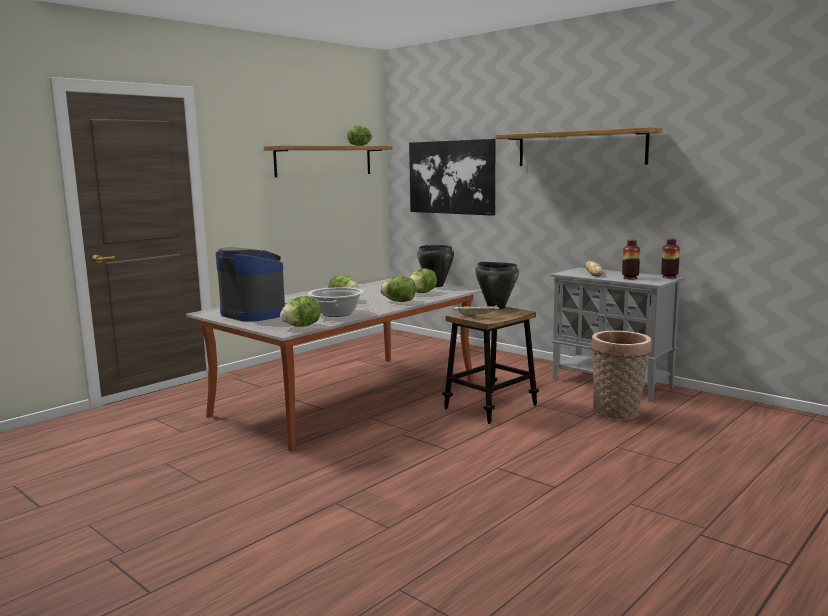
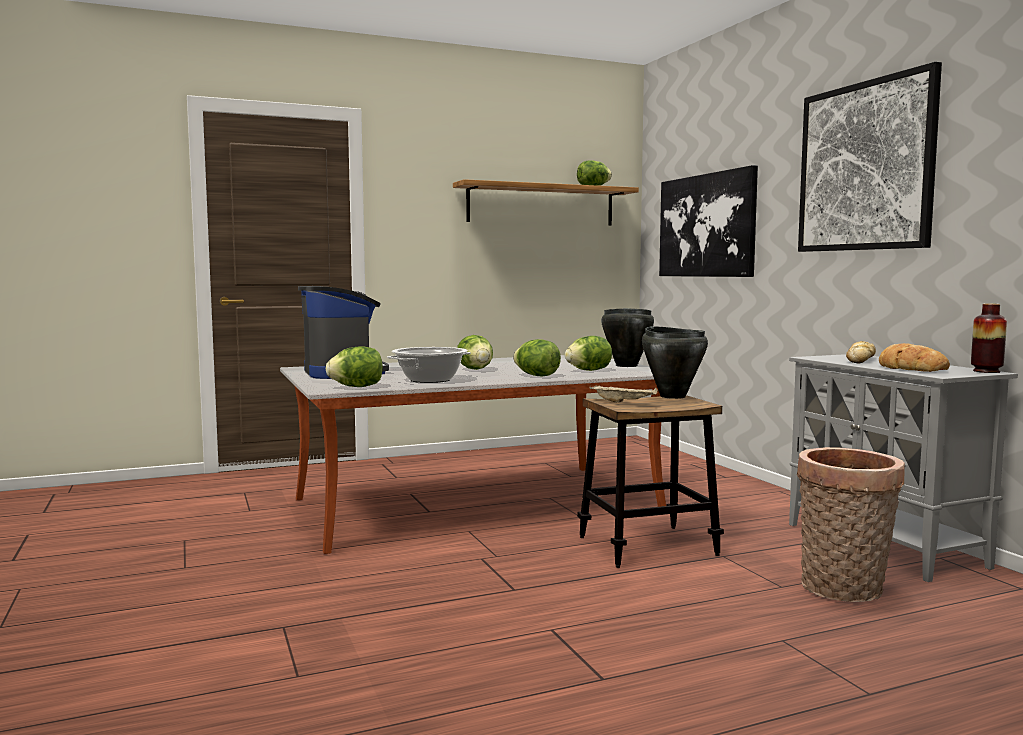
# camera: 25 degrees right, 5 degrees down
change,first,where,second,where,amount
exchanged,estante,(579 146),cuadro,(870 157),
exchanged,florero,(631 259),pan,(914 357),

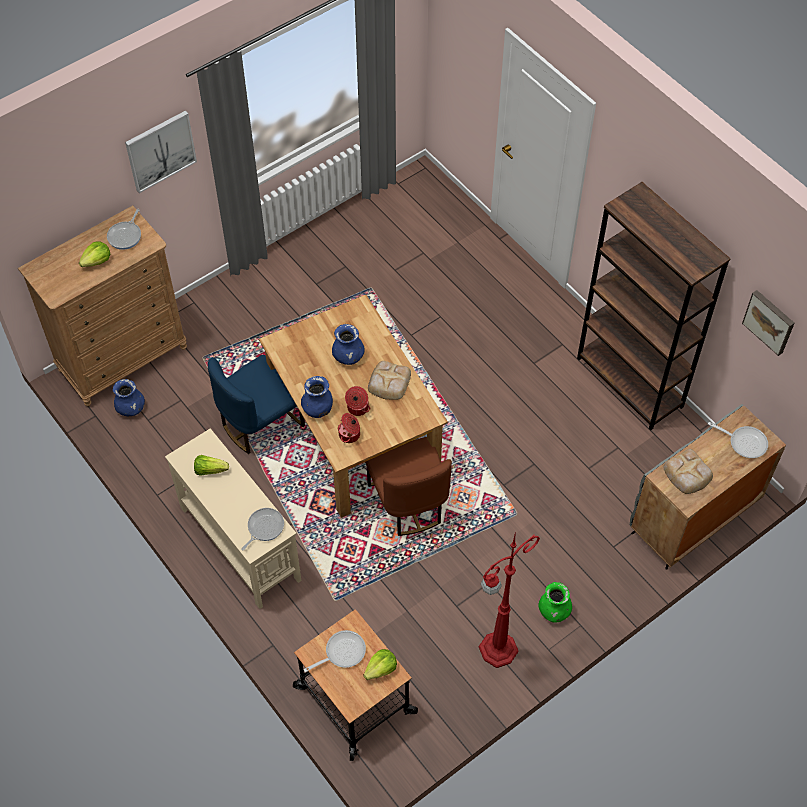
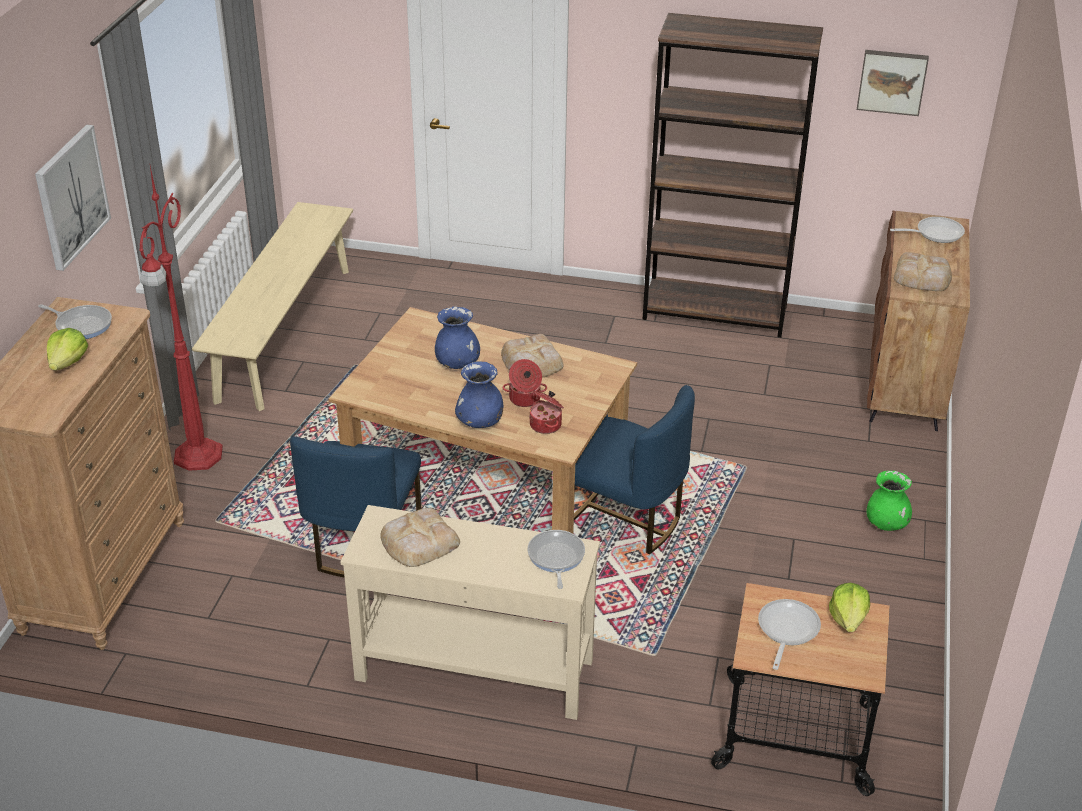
# camera: 40 degrees left, 20 degrees down
change,first,where,second,where,amount
spun,sartén,(124 229),,(75 321),45 degrees counterclockwise
missing,florero [azul],(129 397),,,
colour,armario [gris],(708 487),armario [marrón],(918 320),
colour,silla [marrón],(408 486),silla [azul],(634 469),
exchanged,lechuga,(211 465),pan,(420 537),
relocated,lámpara de pie [rojo],(509 599),,(181 318),
appeared,,,banco [beis],(272 306),

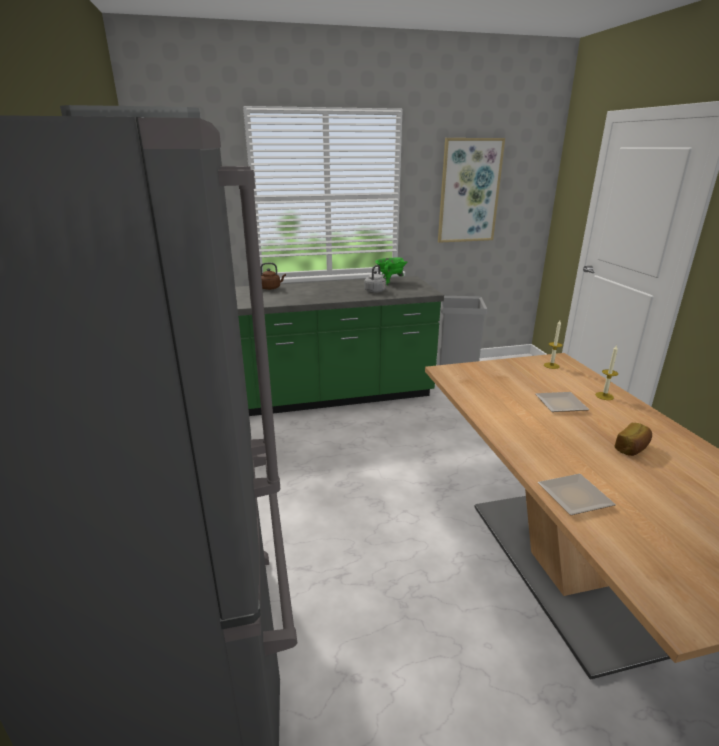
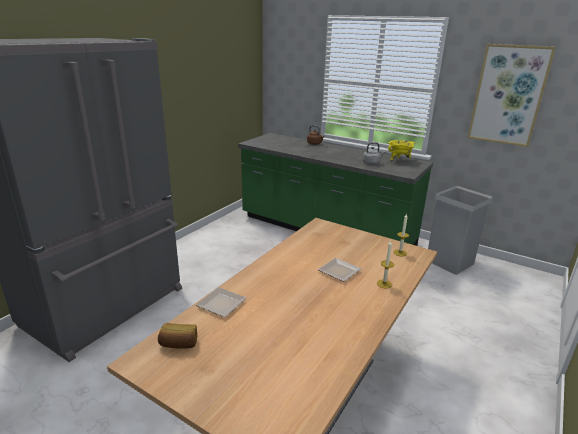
# camera: 45 degrees right, 0 degrees up
change,first,where,second,where,amount
colour,olla [verde],(391 272),olla [amarillo],(401 151),
relocated,pan,(633 439),,(177 336),

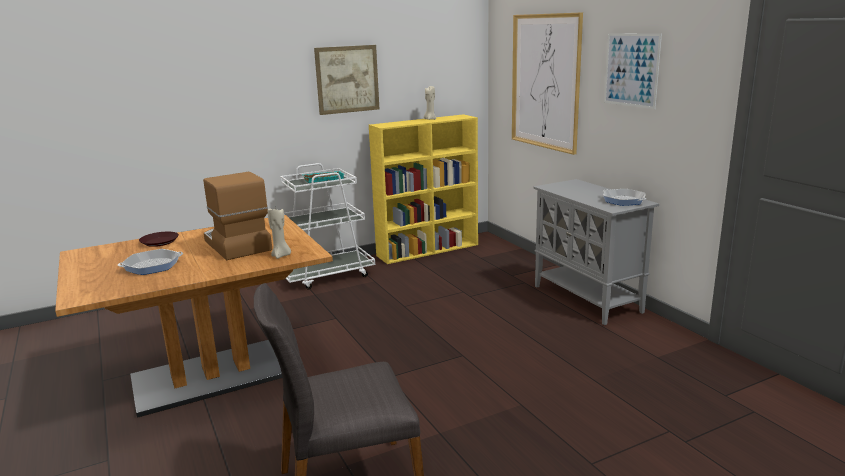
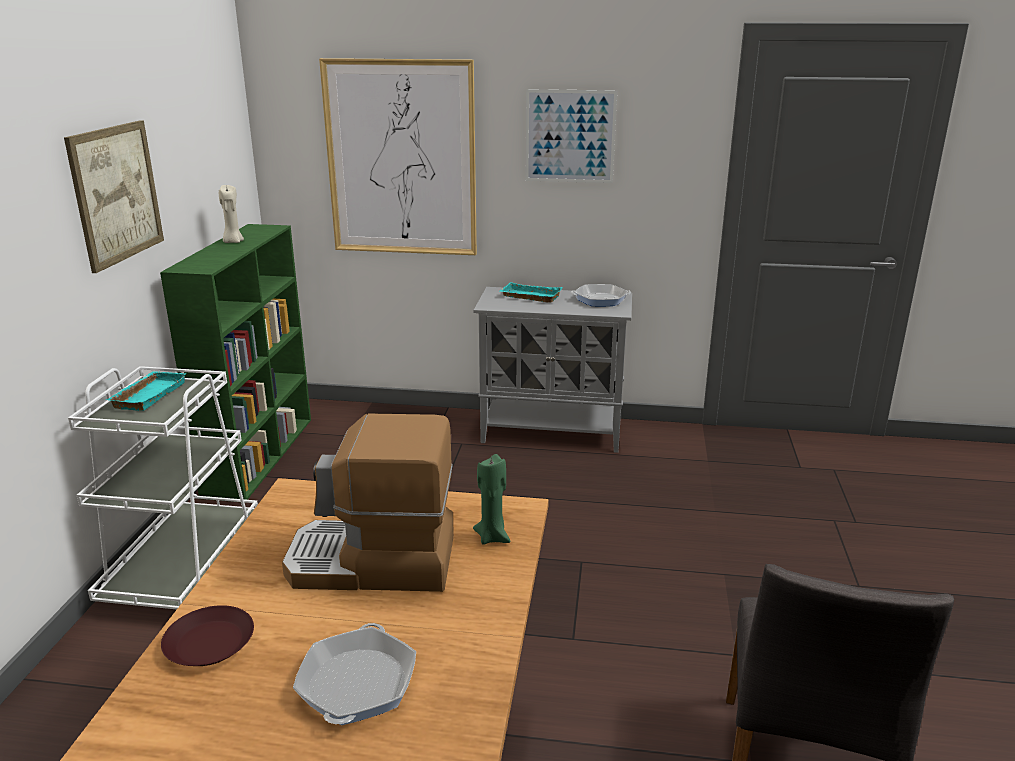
# camera: 55 degrees left, 5 degrees up
change,first,where,second,where,amount
colour,estantería [amarillo],(423 189),estantería [verde],(235 363),
colour,vela [beis],(279 233),vela [verde],(491 499),
appeared,,,bandeja [turquesa],(531 292),

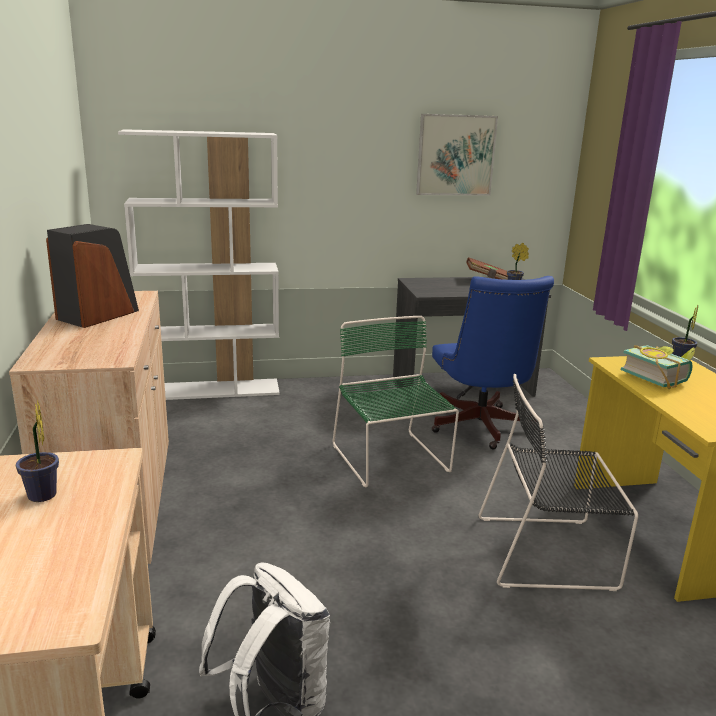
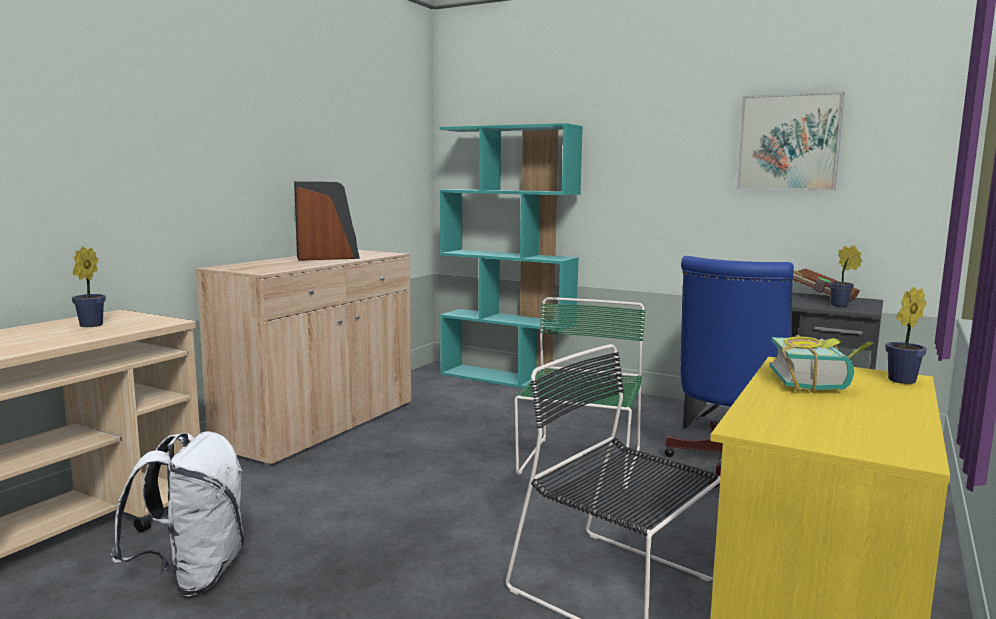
# camera: 40 degrees right, 10 degrees down
change,first,where,second,where,amount
colour,estantería [blanco],(199 264),estantería [turquesa],(511 255),

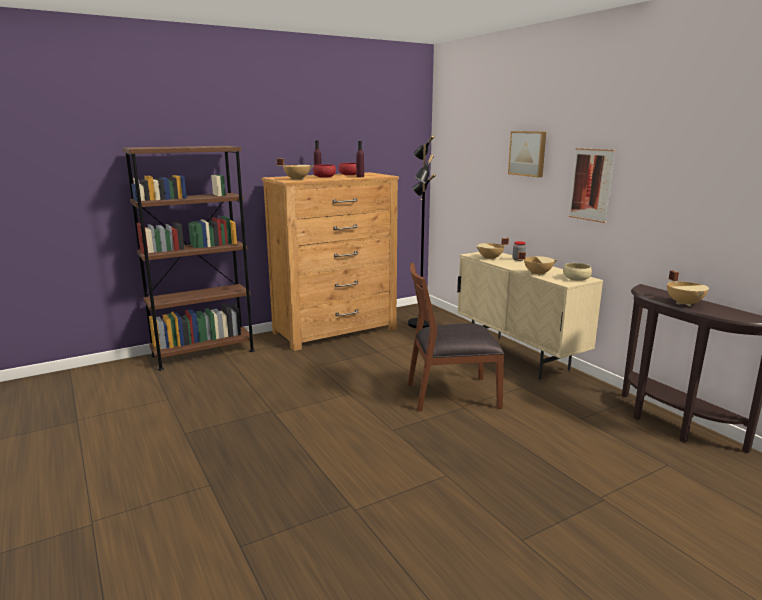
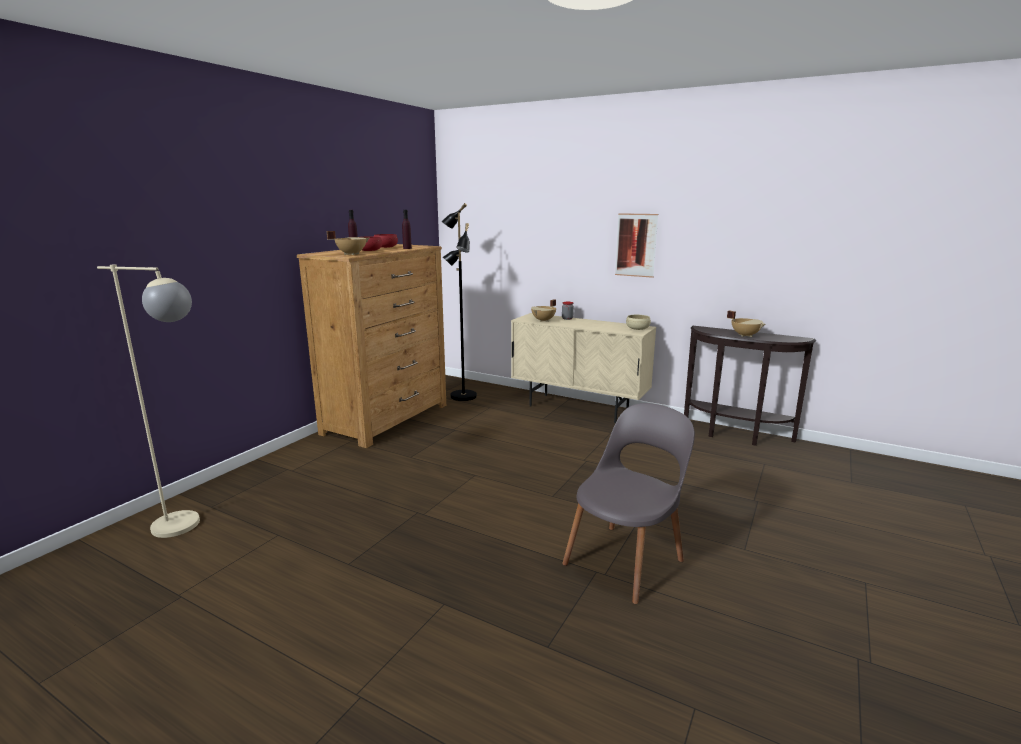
# camera: 30 degrees left, 0 degrees up
change,first,where,second,where,amount
missing,cuadro,(527 154),,,
missing,estantería [marrón],(189 258),,,
missing,olla [beis],(537 264),,,
missing,silla [marrón],(456 337),,,
appeared,,,lámpara de pie [beis],(148 401),
appeared,,,silla [gris],(628 503),

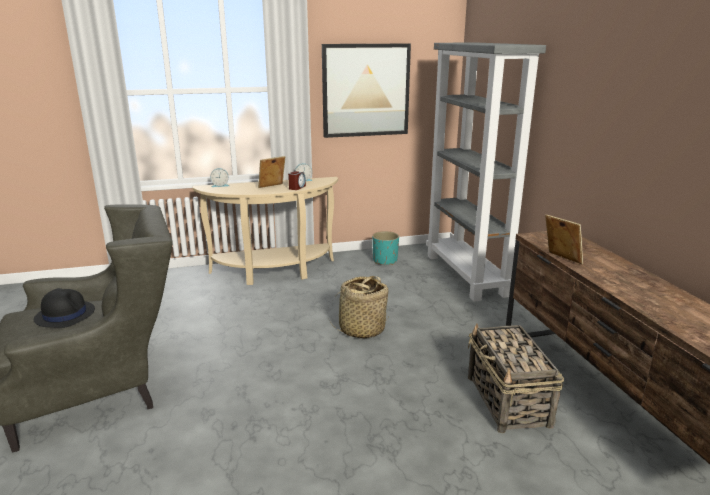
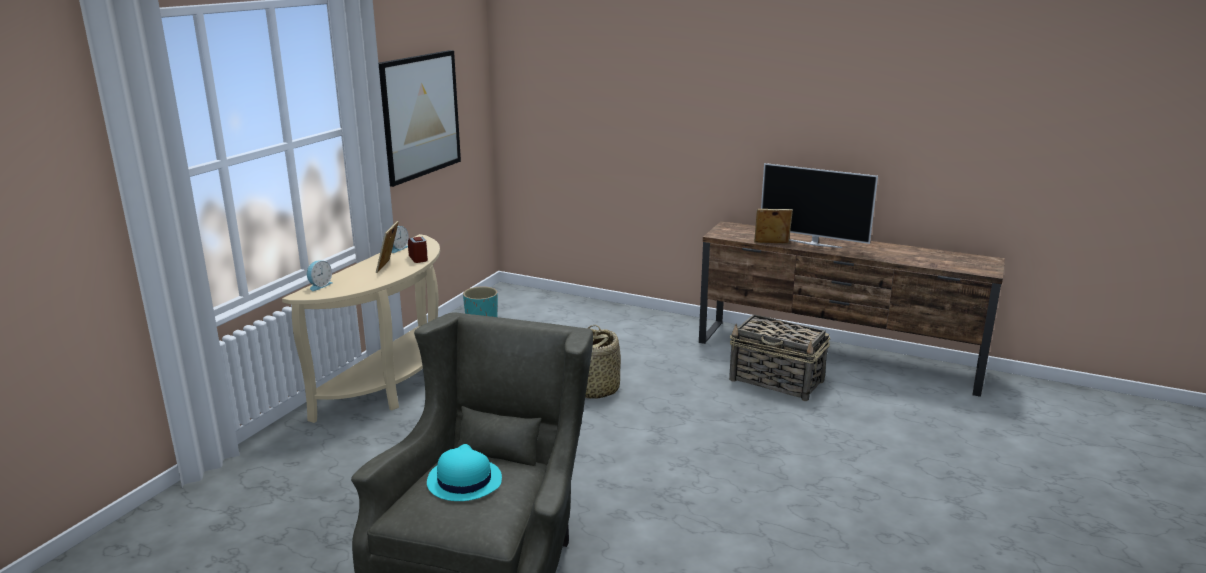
# camera: 50 degrees left, 0 degrees up
change,first,where,second,where,amount
missing,estantería [gris],(486 172),,,
colour,sombrero [negro],(64 308),sombrero [turquesa],(464 472),
appeared,,,televisor,(819 205),

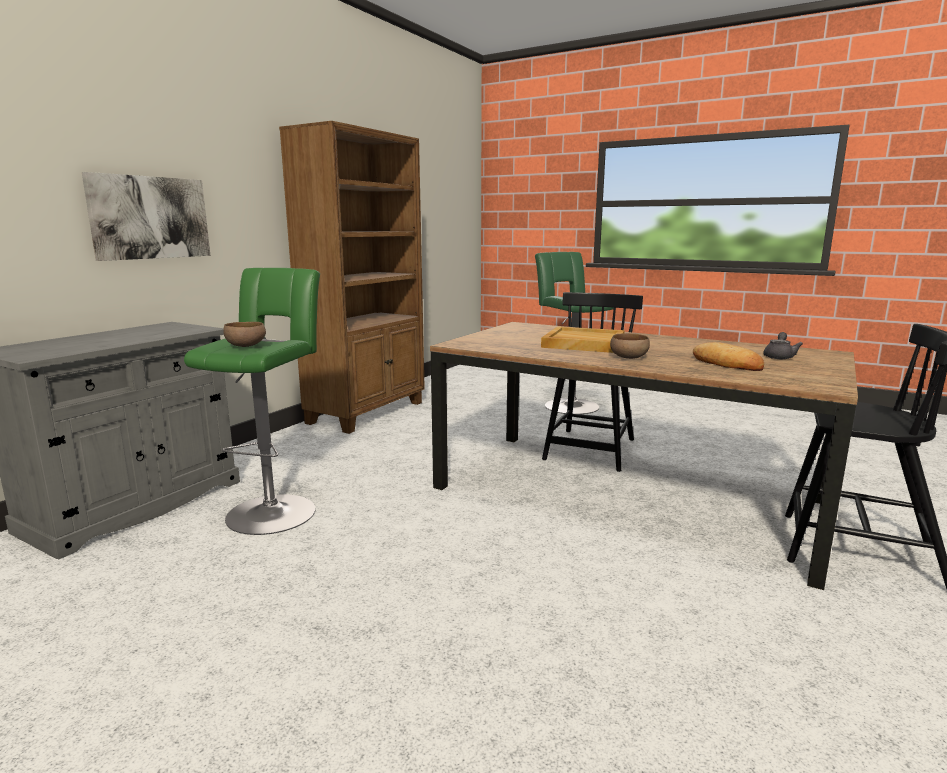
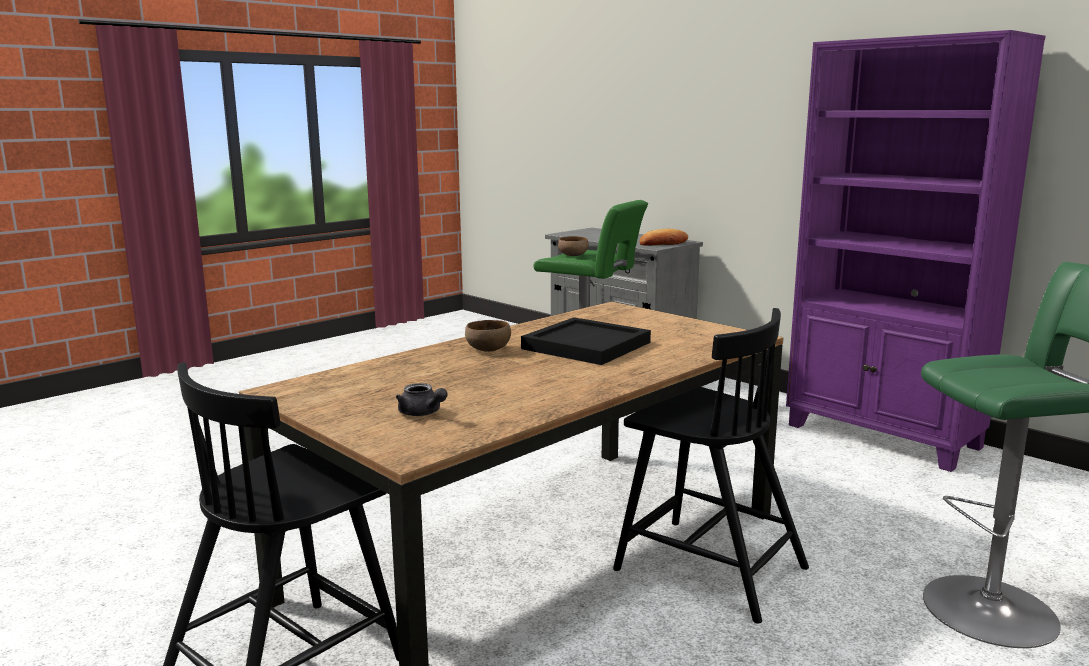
# camera: 105 degrees right, 0 degrees up
change,first,where,second,where,amount
colour,estantería [marrón],(352 277),estantería [morado],(916 251),
missing,cuadro,(146 216),,,
colour,bandeja [beis],(583 339),bandeja [negro],(586 341),
relocated,pan,(728 356),,(664 237),

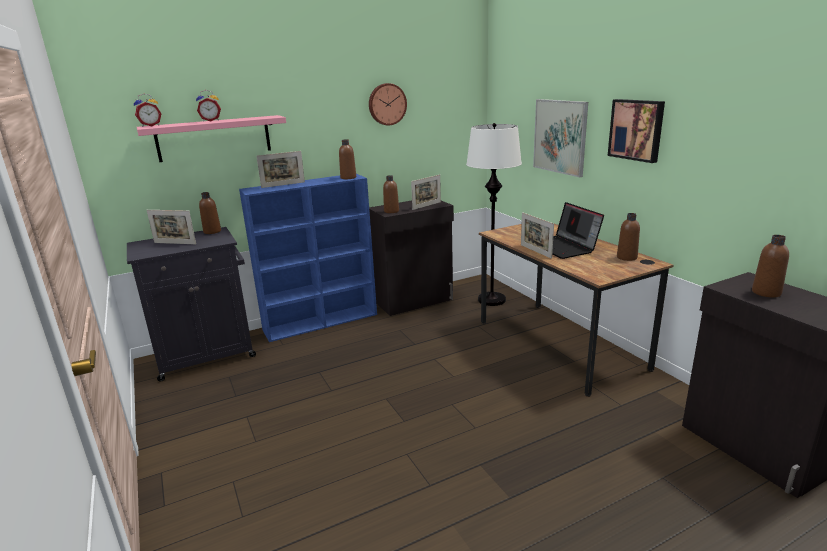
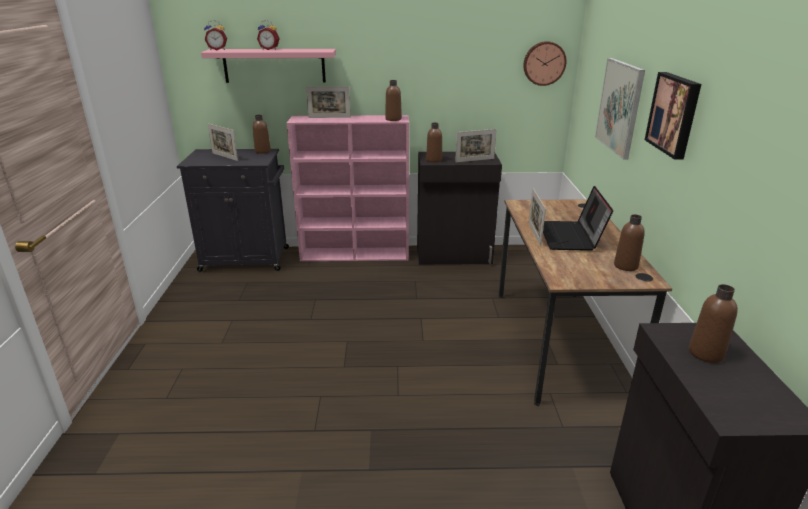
# camera: 25 degrees right, 5 degrees up
change,first,where,second,where,amount
relocated,reloj de pared,(388 104),,(545 63),
missing,lámpara de pie [blanco],(494 214),,,
colour,estantería [azul],(308 258),estantería [rosa],(348 188),

